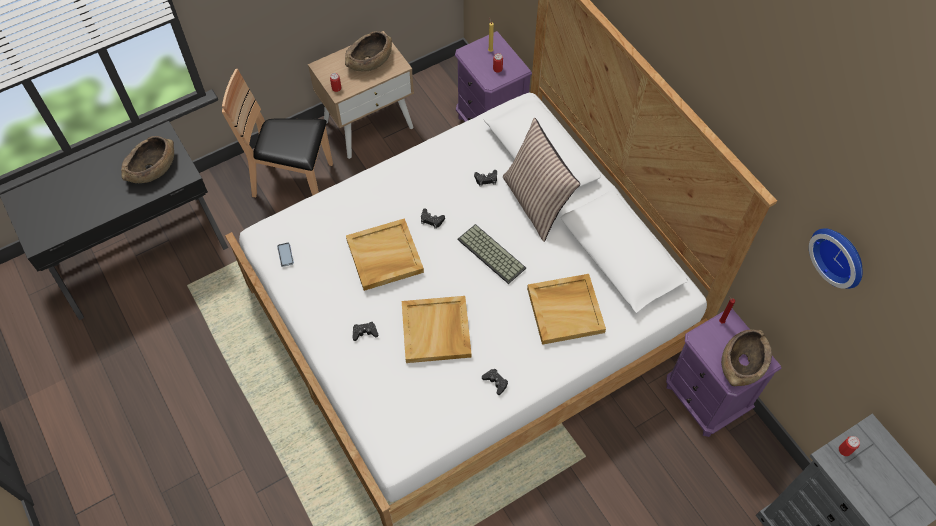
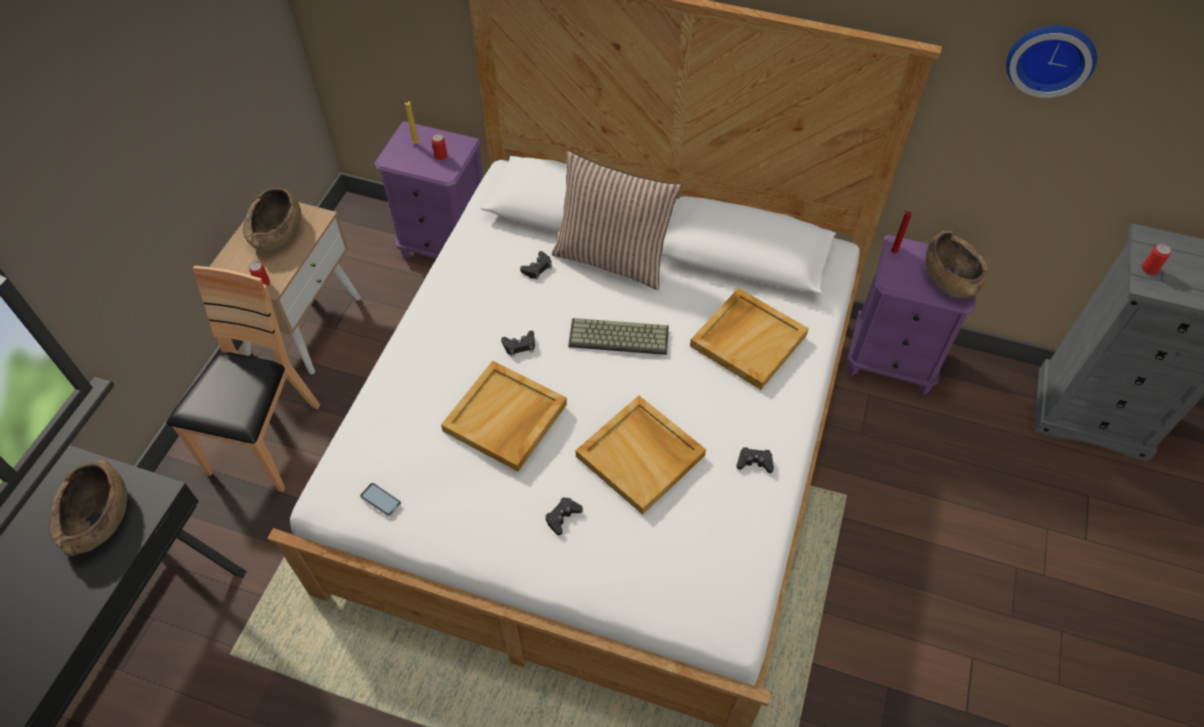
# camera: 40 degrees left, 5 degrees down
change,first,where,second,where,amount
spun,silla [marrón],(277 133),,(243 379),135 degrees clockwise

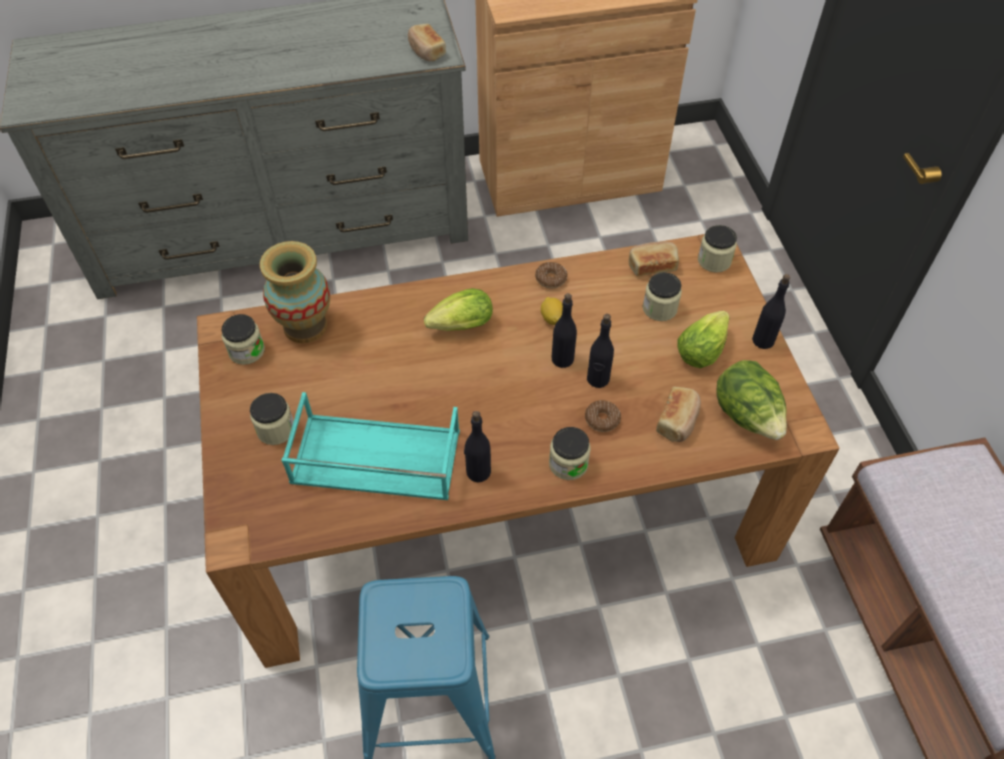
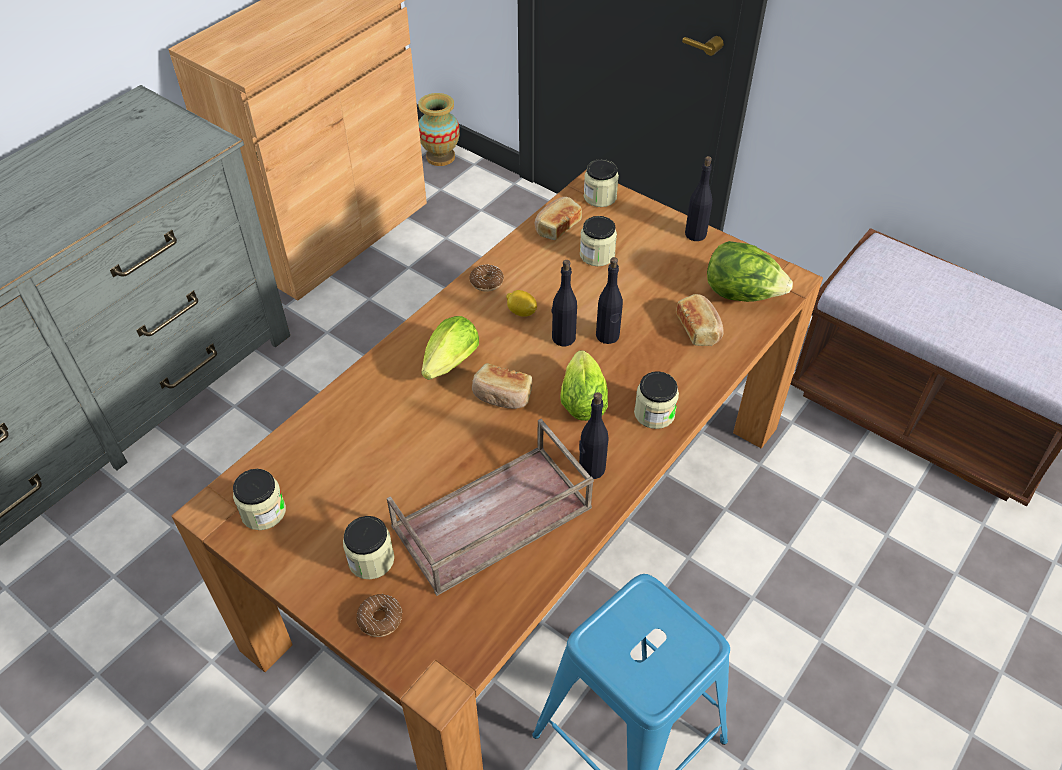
# camera: 40 degrees left, 5 degrees down
change,first,where,second,where,amount
relocated,pan,(427 42),,(502 386),
relocated,florero,(295 292),,(439 129),
relocated,lechuga,(703 339),,(584 385),
colour,bandeja [turquesa],(370 446),bandeja [marrón],(490 507),
relocated,rosquilla,(603 416),,(379 615),

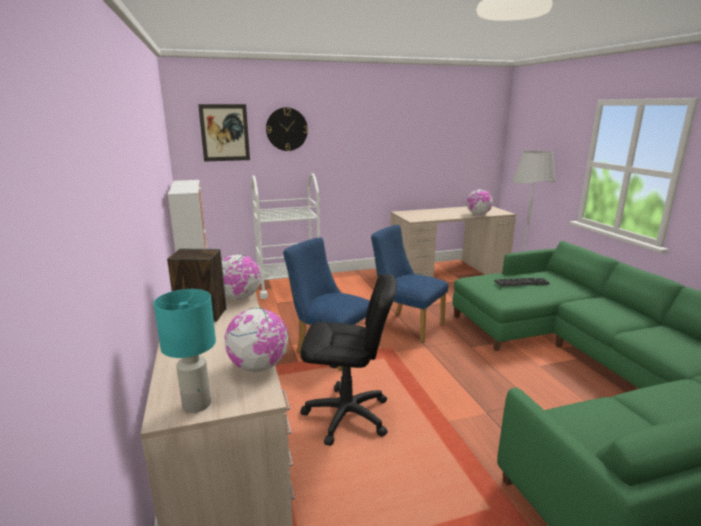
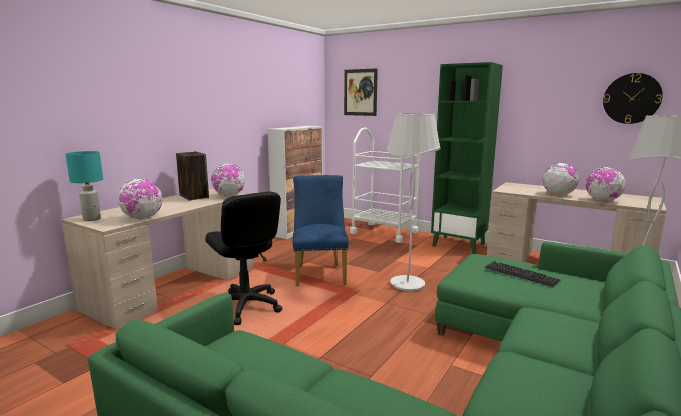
# camera: 50 degrees right, 5 degrees down
change,first,where,second,where,amount
relocated,reloj de pared,(287 129),,(633 98),
exchanged,silla [azul],(410 284),lámpara de pie [blanco],(414 202),
appeared,,,estantería [verde],(467 158),
appeared,,,globo terráqueo,(561 179),

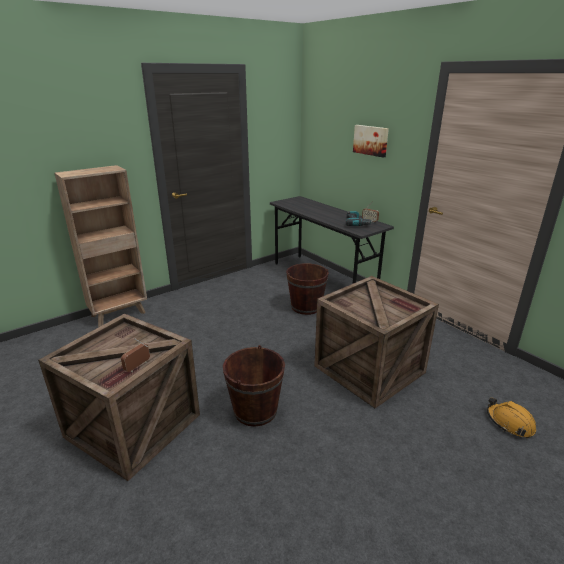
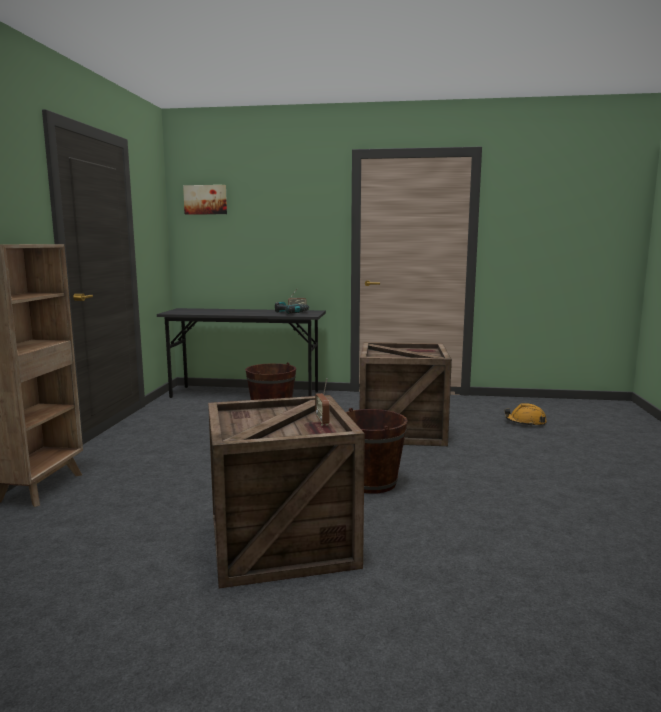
# camera: 45 degrees left, 15 degrees down
change,first,where,second,where,amount
relocated,cuadro,(371 141),,(205 200),

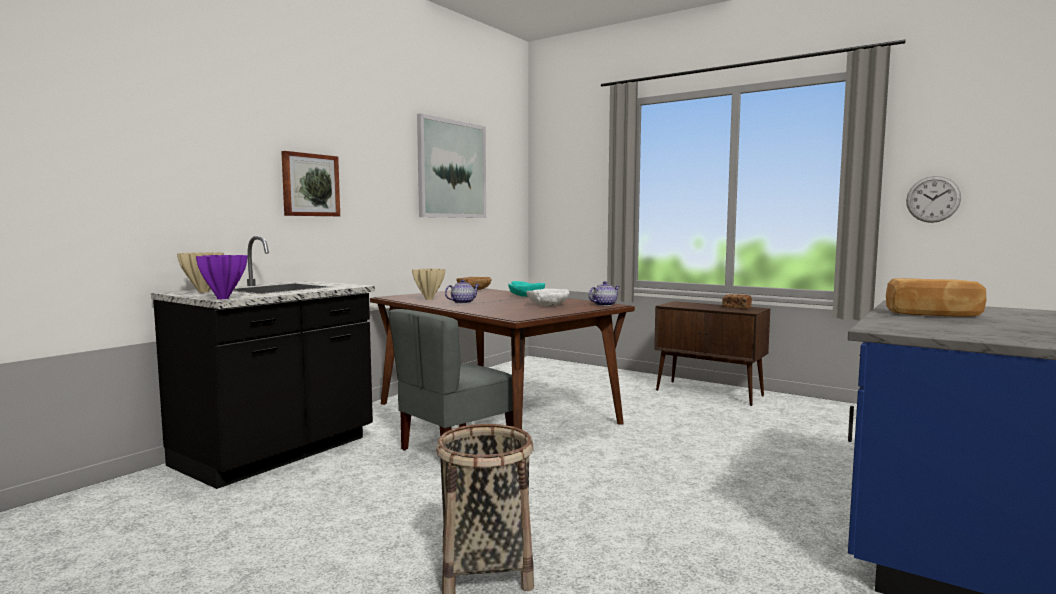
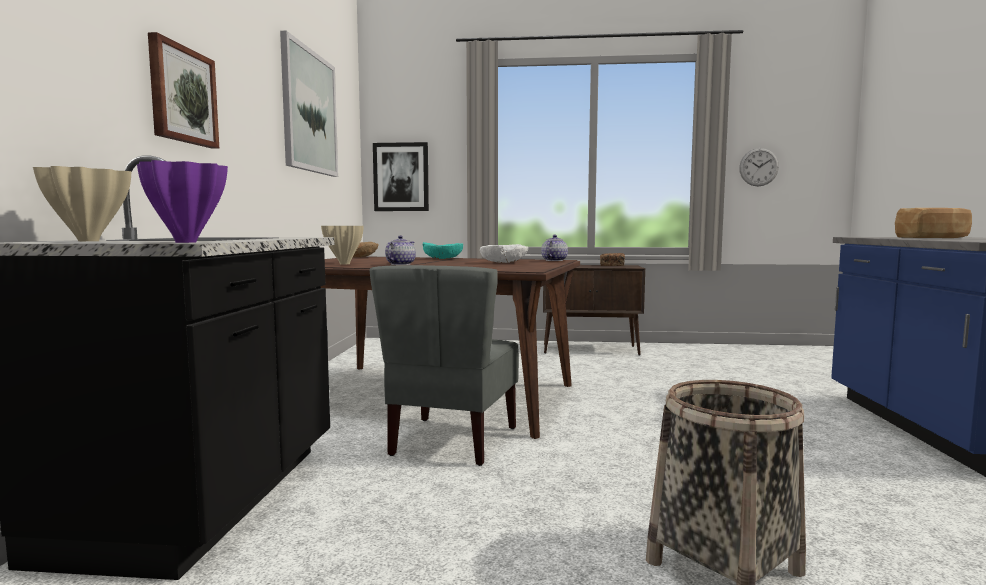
# camera: 30 degrees left, 0 degrees up
change,first,where,second,where,amount
appeared,,,cuadro,(401 176),

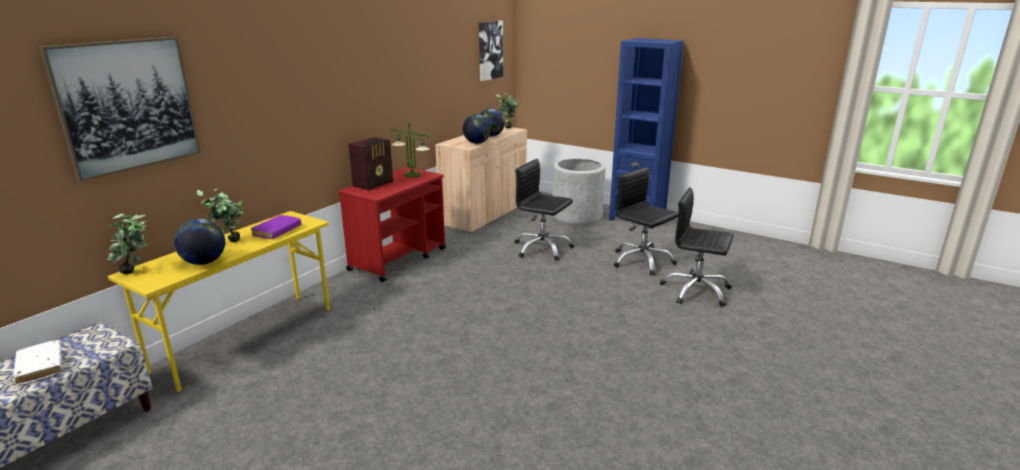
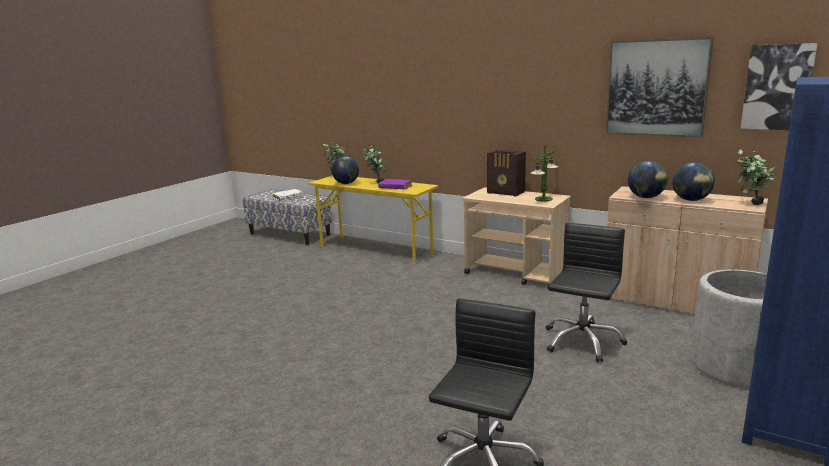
# camera: 90 degrees right, 5 degrees down
change,first,where,second,where,amount
relocated,cuadro,(120 109),,(659 87),
colour,carrito [rojo],(392 224),carrito [beis],(517 237),
missing,silla de oficina [negro],(646 221),,,

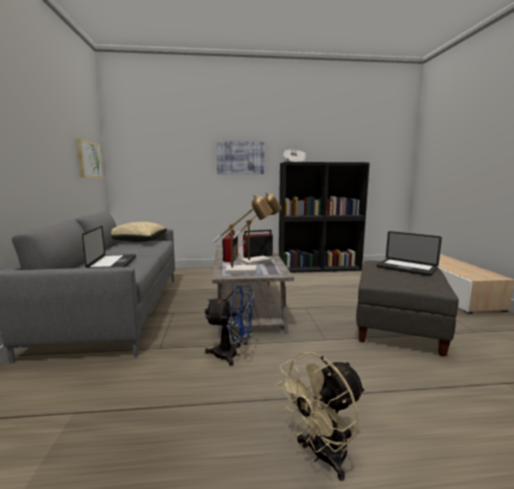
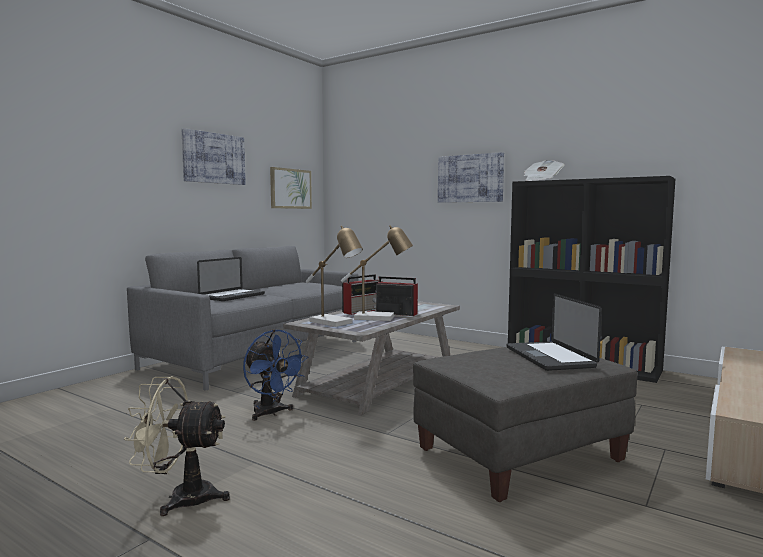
# camera: 40 degrees right, 5 degrees down
change,first,where,second,where,amount
missing,cojín [beis],(139 232),,,
appeared,,,cuadro,(214 156),

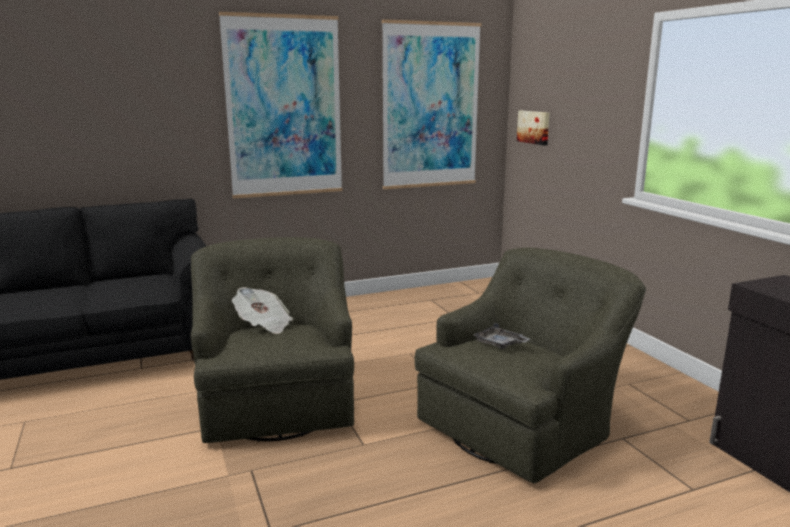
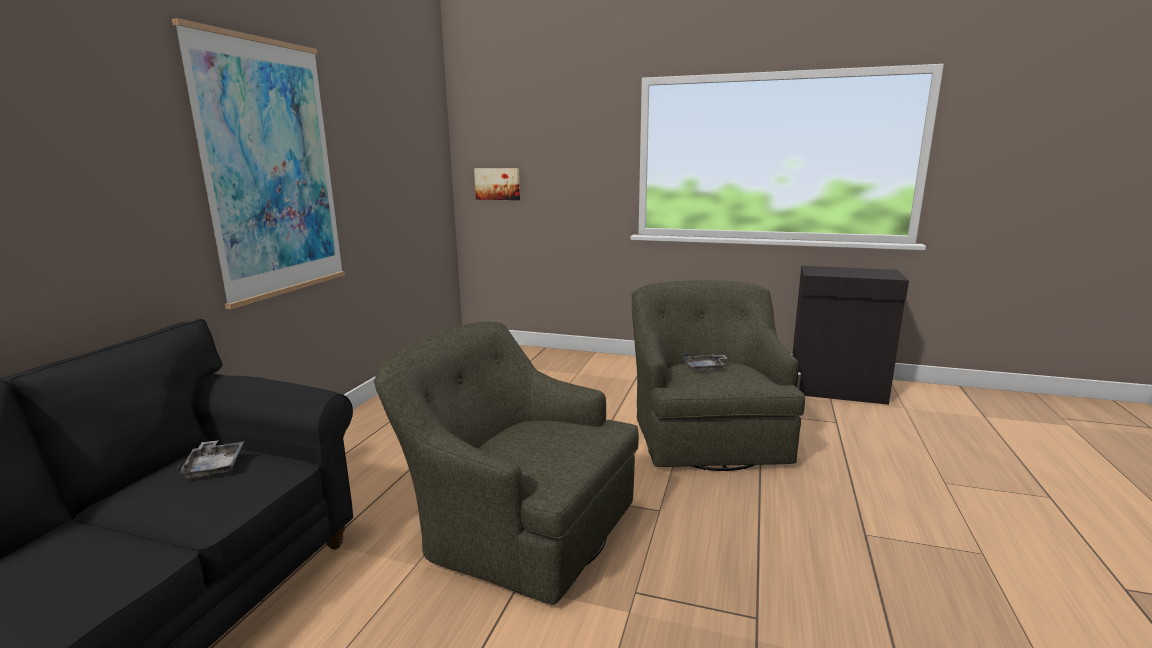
# camera: 50 degrees left, 0 degrees up
change,first,where,second,where,amount
missing,cuadro,(432 104),,,
missing,periódico,(262 310),,,
appeared,,,bandeja [gris],(210 459),

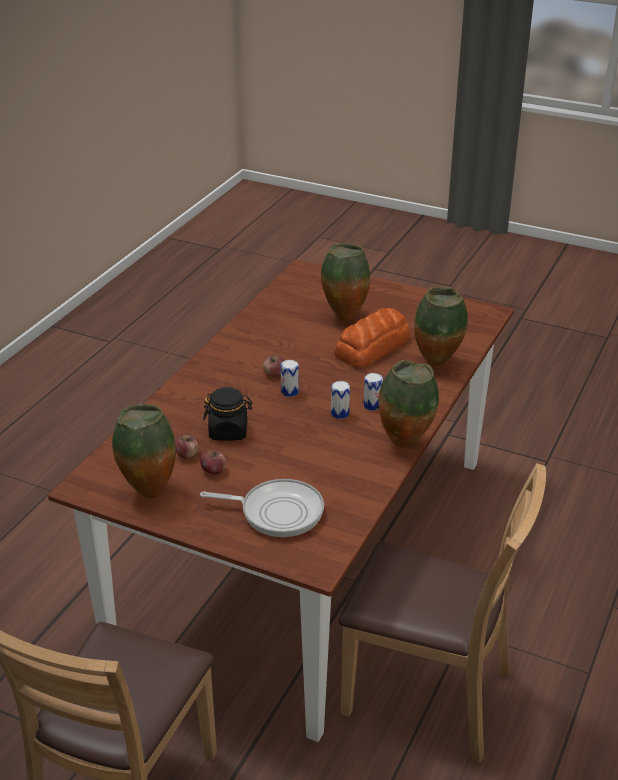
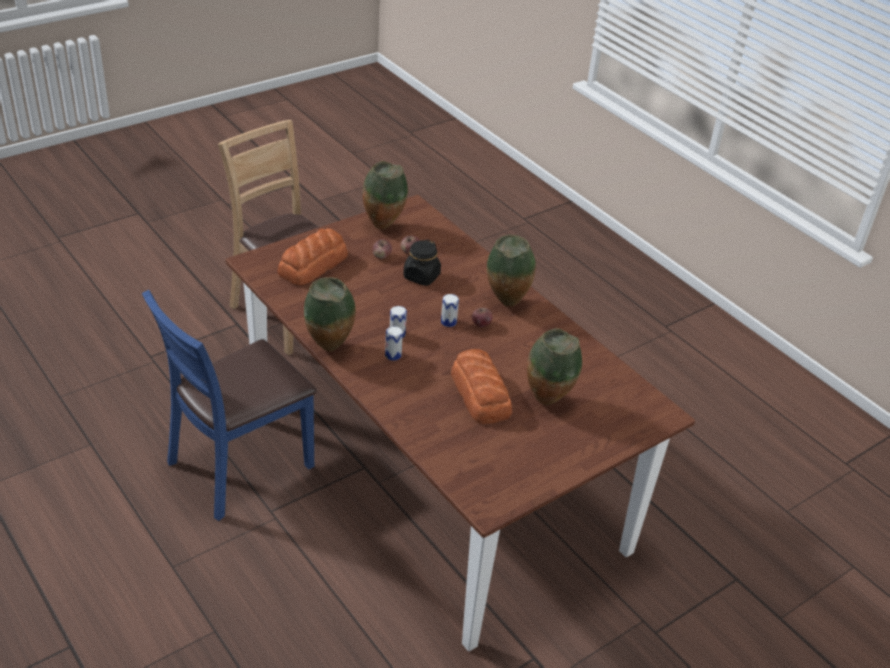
# camera: 115 degrees right, 5 degrees up
change,first,where,second,where,amount
relocated,florero,(441 326),,(511 271),
colour,silla [marrón],(442 613),silla [azul],(229 405),
exchanged,sartén,(262 508),pan,(312 256),

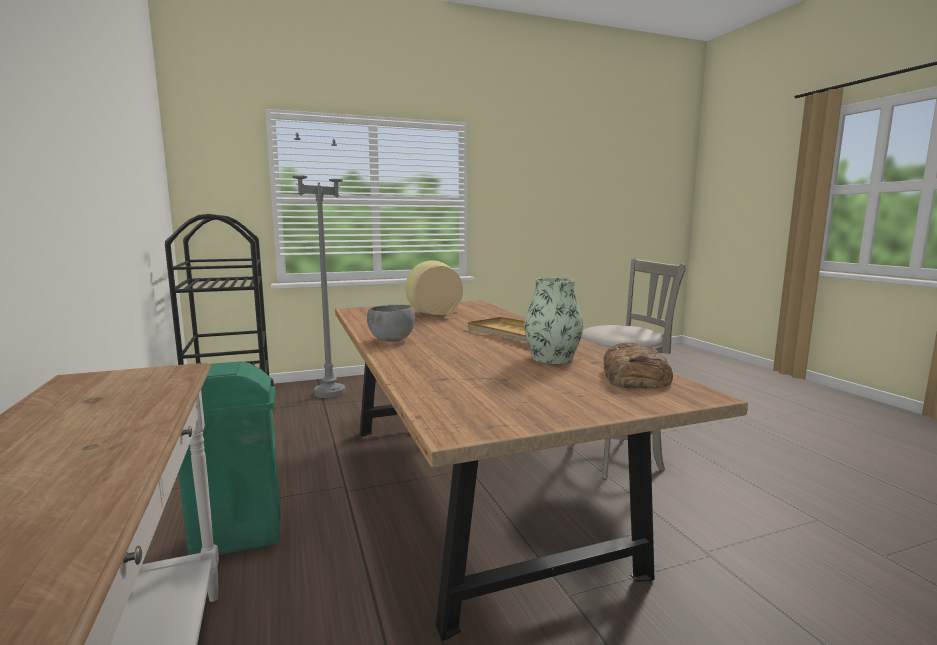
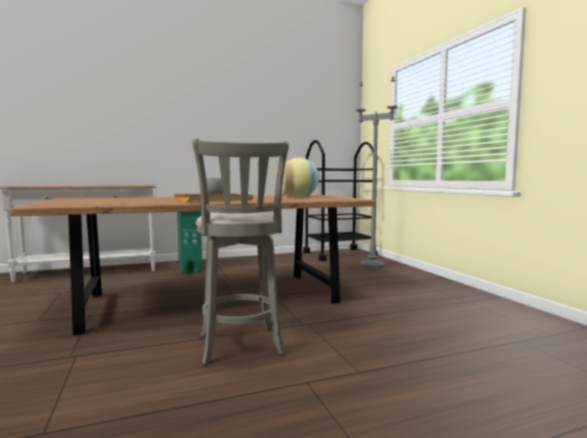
# camera: 90 degrees right, 5 degrees down
change,first,where,second,where,amount
missing,florero,(553 321),,,
missing,pan,(638 366),,,

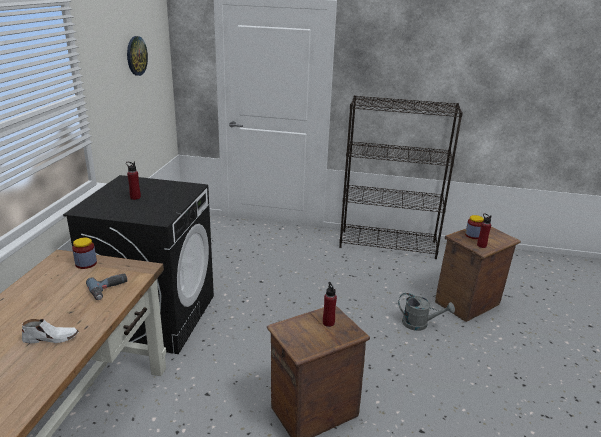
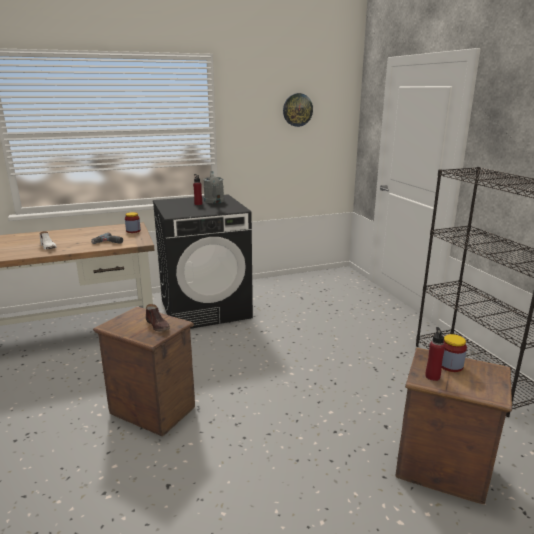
# camera: 60 degrees right, 5 degrees down
change,first,where,second,where,amount
exchanged,botella [rojo],(330 304),zapato [marrón],(158 317),
relocated,regadera [gris],(426 312),,(213 187),

